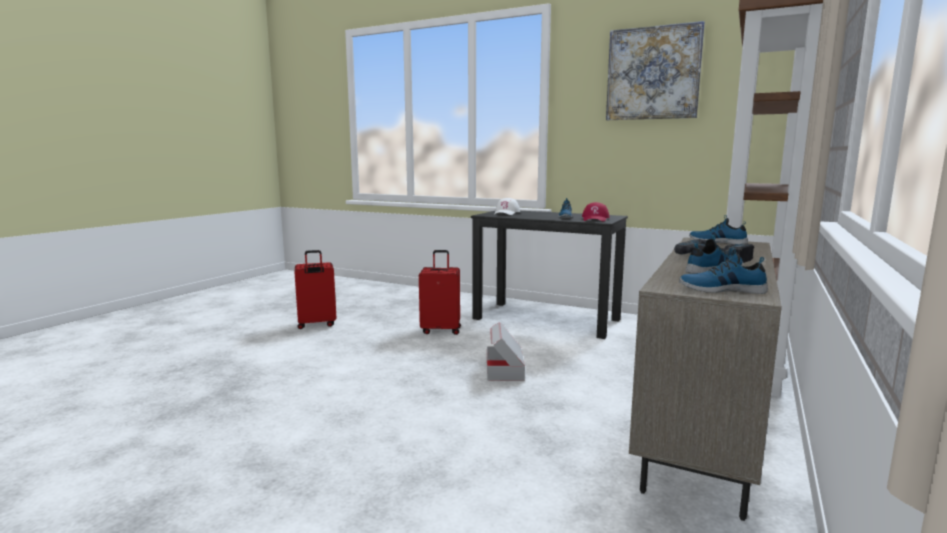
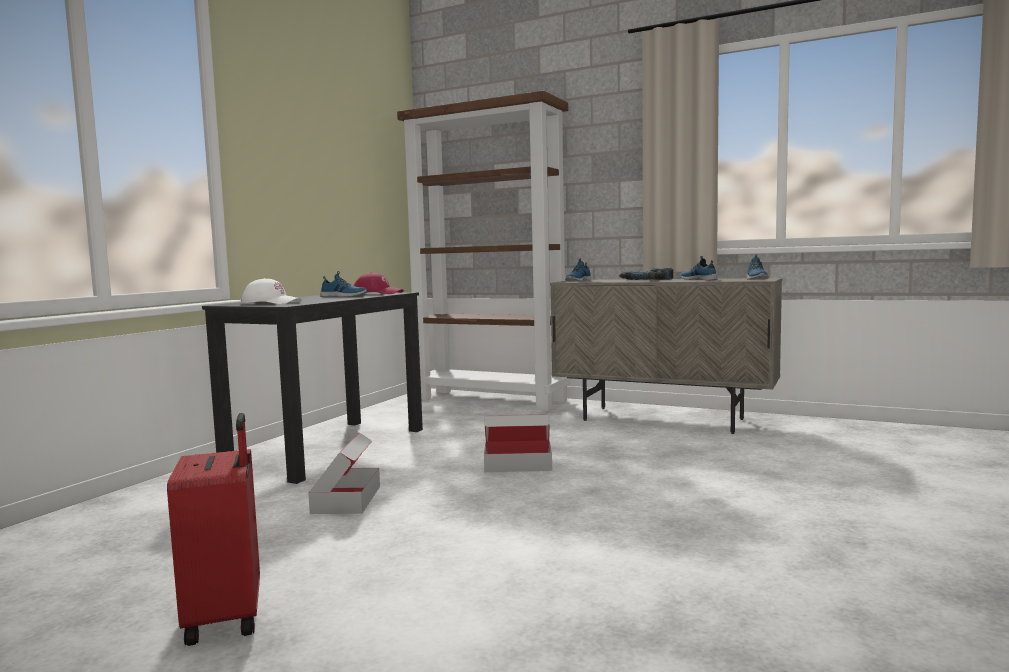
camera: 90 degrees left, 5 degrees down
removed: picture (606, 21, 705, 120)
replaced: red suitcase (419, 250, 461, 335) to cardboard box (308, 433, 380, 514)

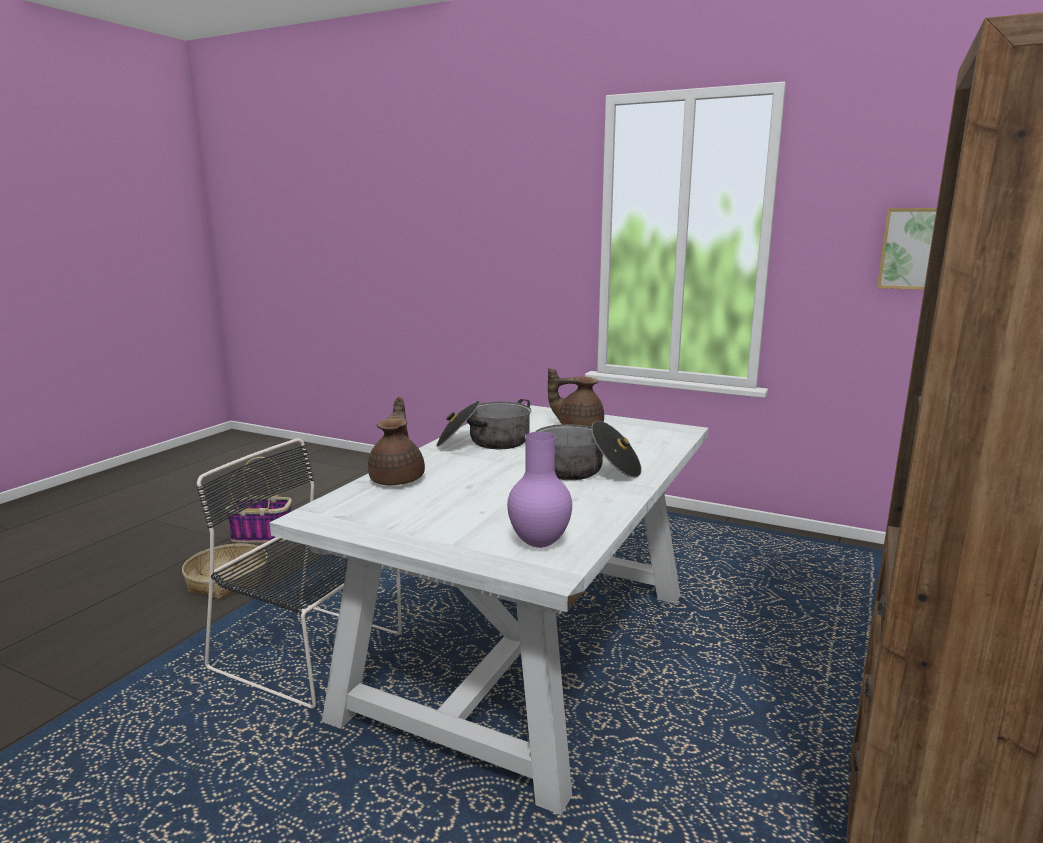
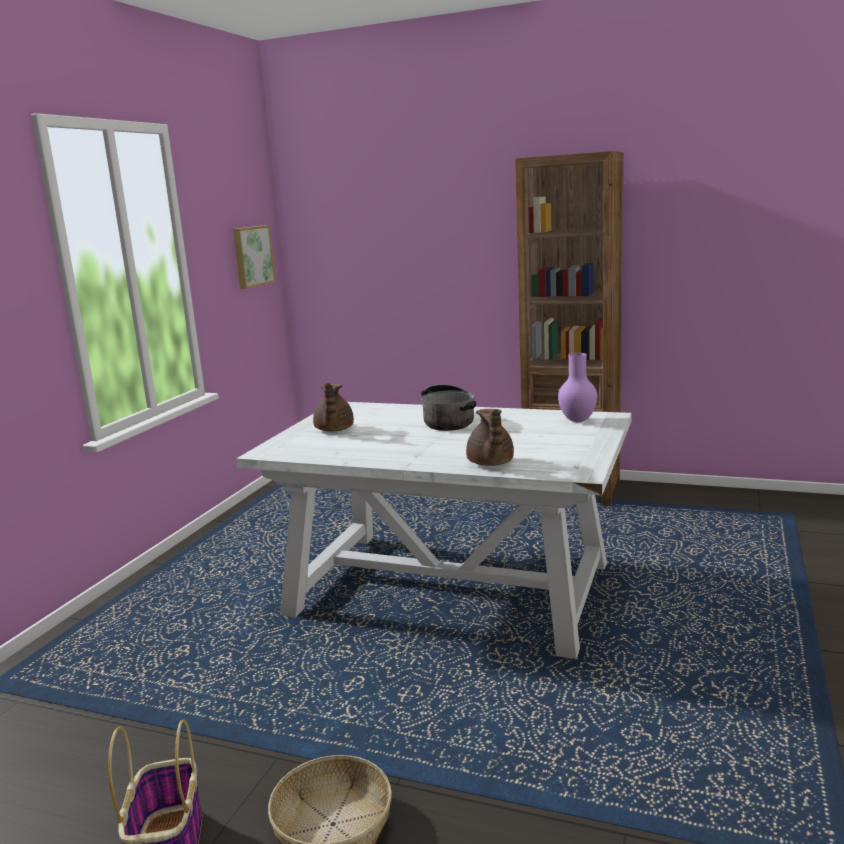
camera: 95 degrees left, 0 degrees up
removed: black chair (197, 438, 402, 709); cooking pot (436, 399, 531, 449)
turned: brown teapot (368, 397, 425, 485) = (466, 409, 514, 466) 90 degrees counterclockwise

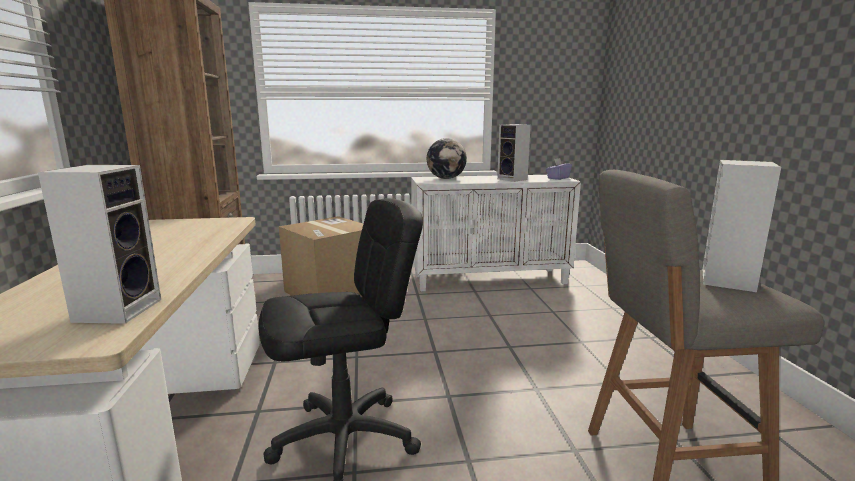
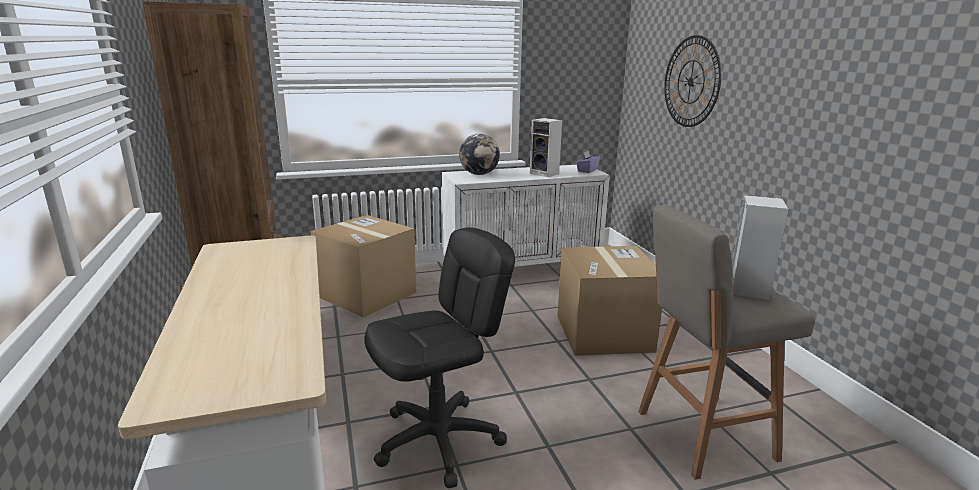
camera: 10 degrees left, 5 degrees up
removed: speaker (38, 165, 161, 324)
added: cardboard box (557, 246, 662, 356); wall clock (664, 35, 721, 127)

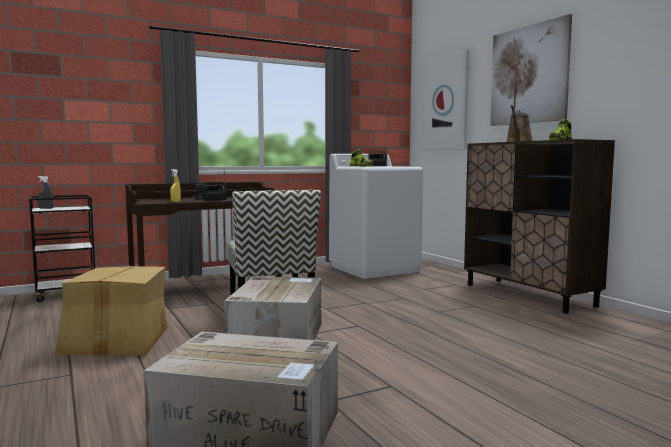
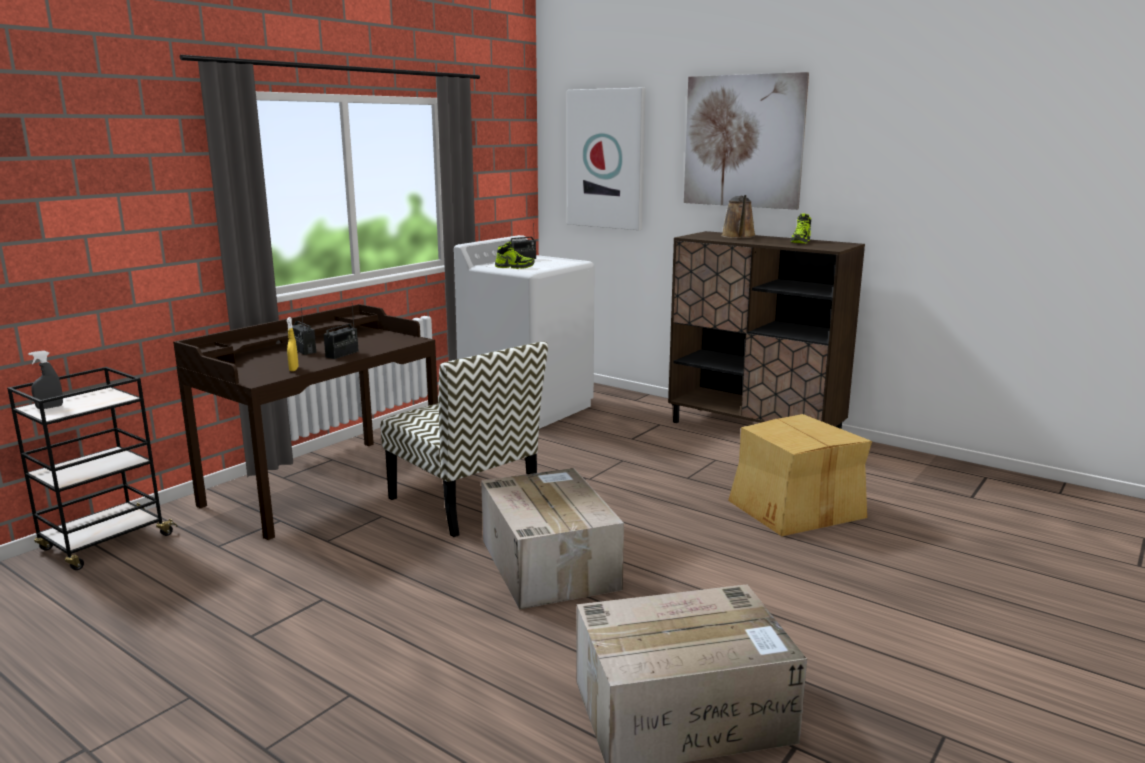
camera: 25 degrees left, 10 degrees up
moved: cardboard box (55, 266, 168, 356) to (728, 414, 872, 536)

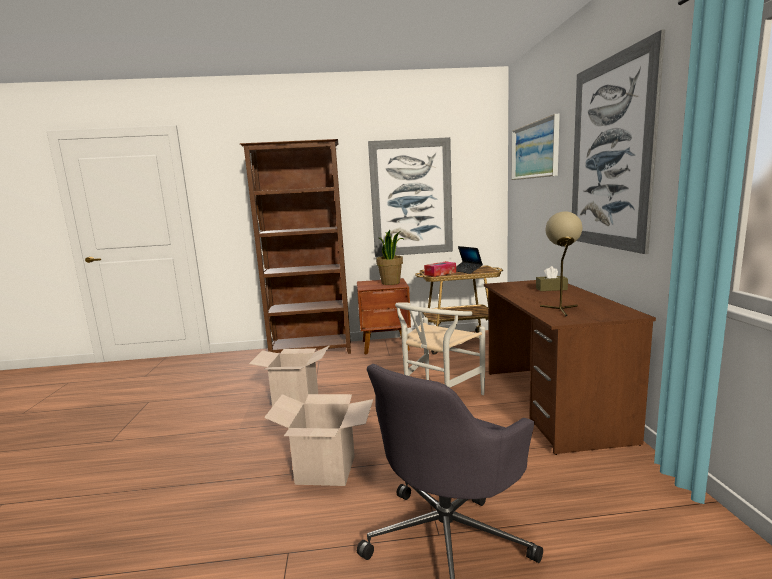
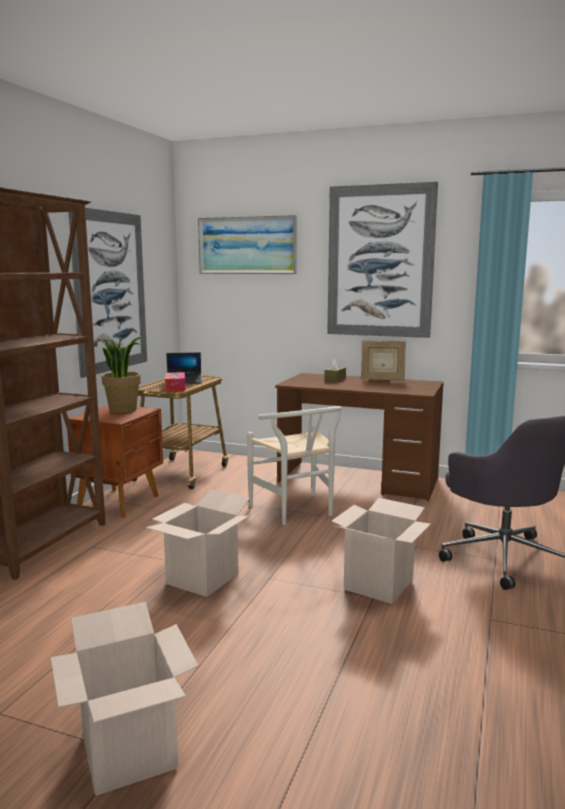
camera: 65 degrees left, 0 degrees up
removed: beige table lamp (540, 211, 582, 316)
added: cardboard box (51, 602, 198, 796); picture frame (361, 340, 406, 380)

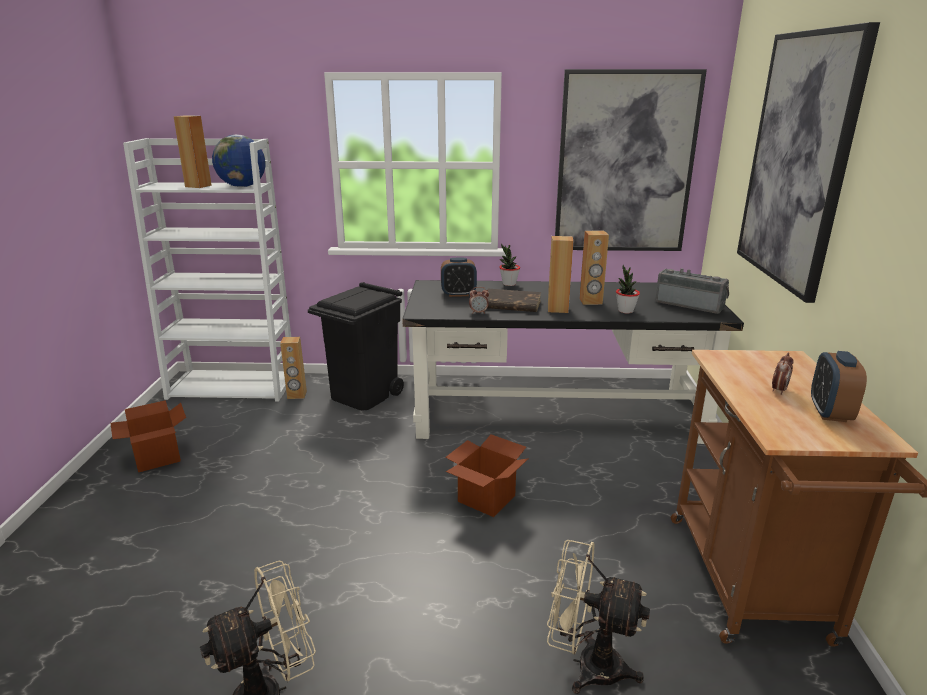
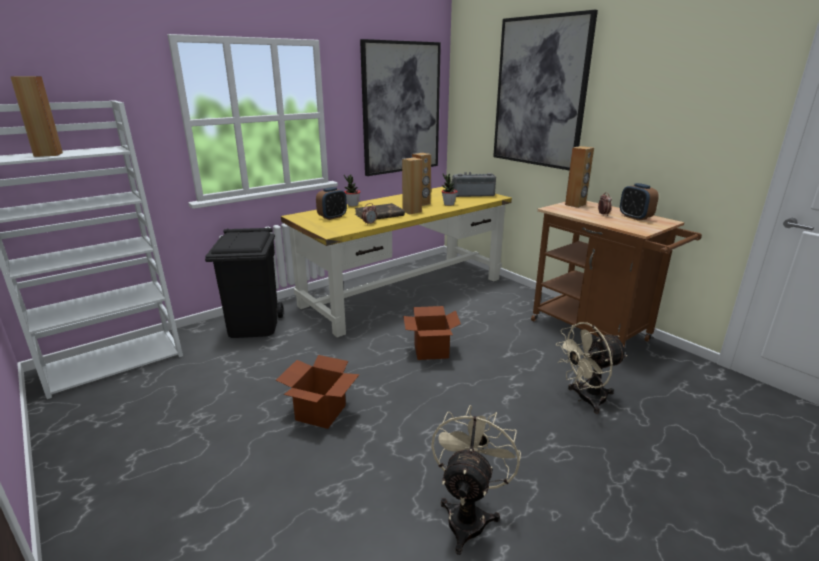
camera: 40 degrees left, 0 degrees up
removed: globe (212, 135, 265, 187)
moved: cardboard box (110, 400, 186, 472) to (276, 355, 360, 429); brown speaker (280, 337, 307, 399) to (565, 146, 594, 208)
recoloured: black desk (402, 280, 744, 444) to yellow desk (281, 187, 512, 338)

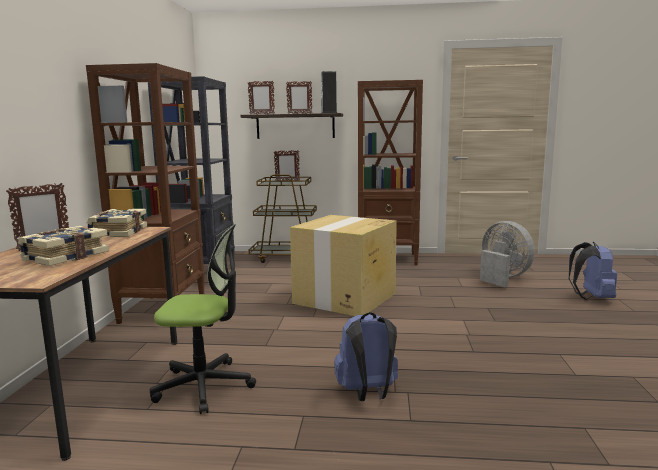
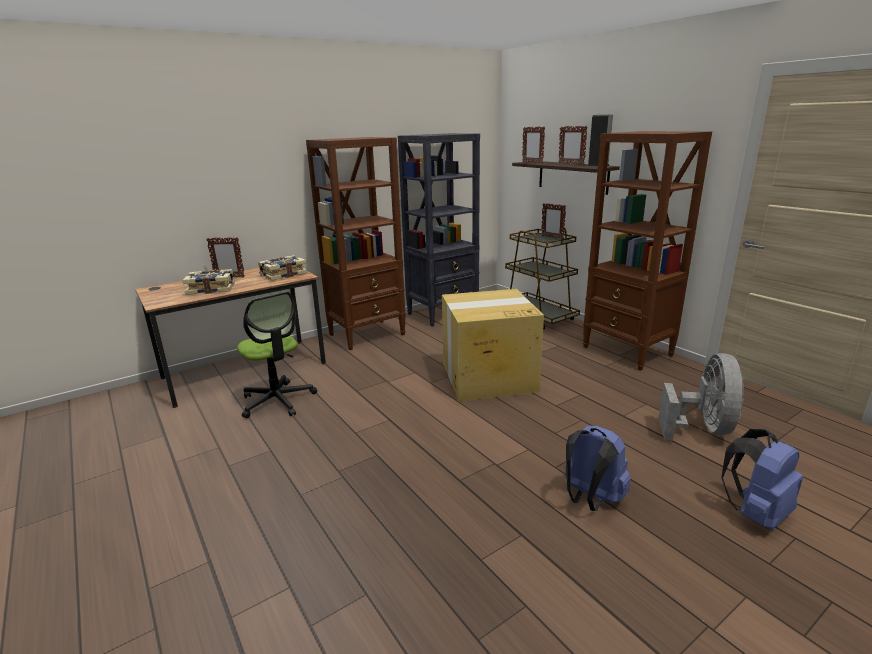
camera: 50 degrees right, 10 degrees up
moved: blue backpack (335, 312, 398, 401) to (565, 425, 631, 511)

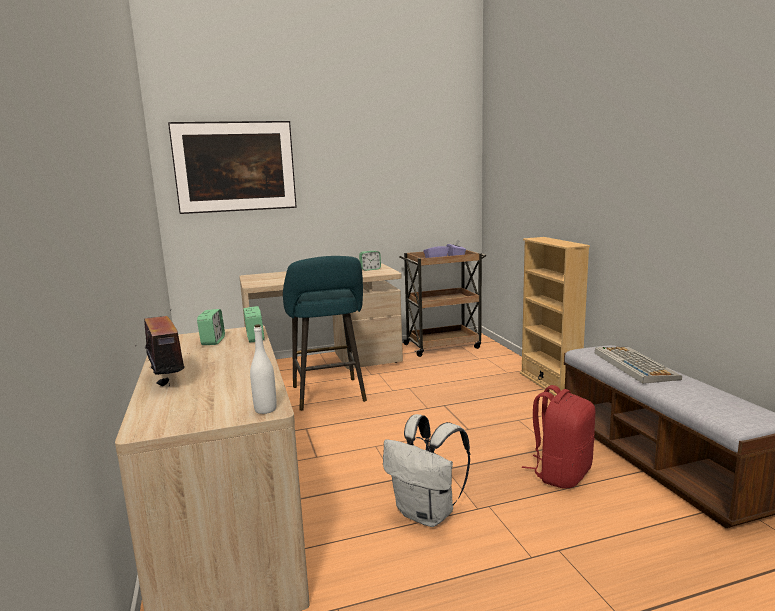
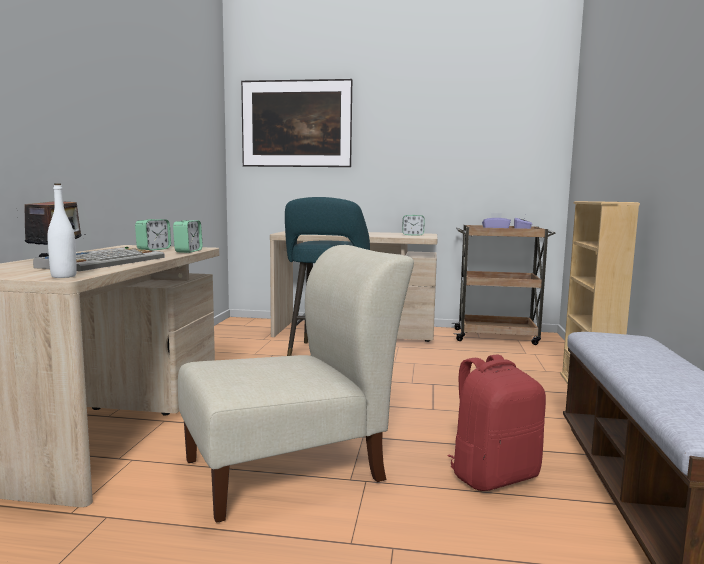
camera: 25 degrees right, 5 degrees down
moved: keyboard (594, 347, 682, 384) to (33, 247, 164, 271)
replaced: white backpack (383, 414, 470, 527) to beige chair (178, 245, 414, 523)

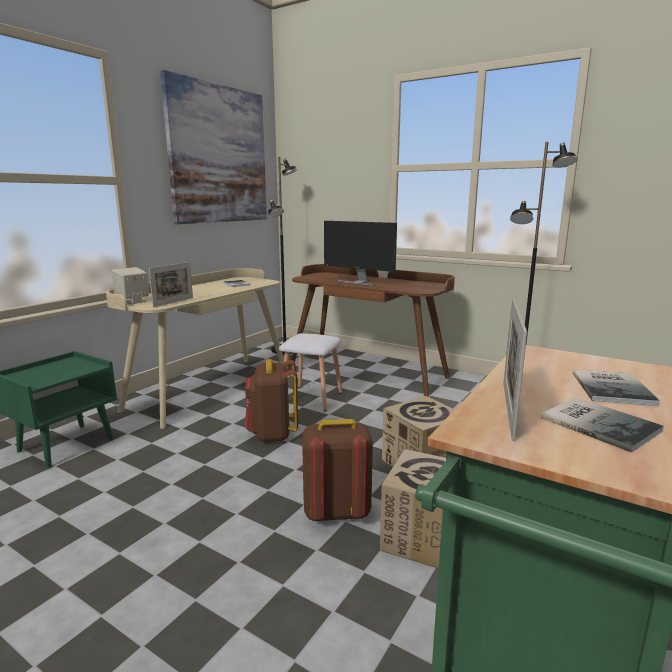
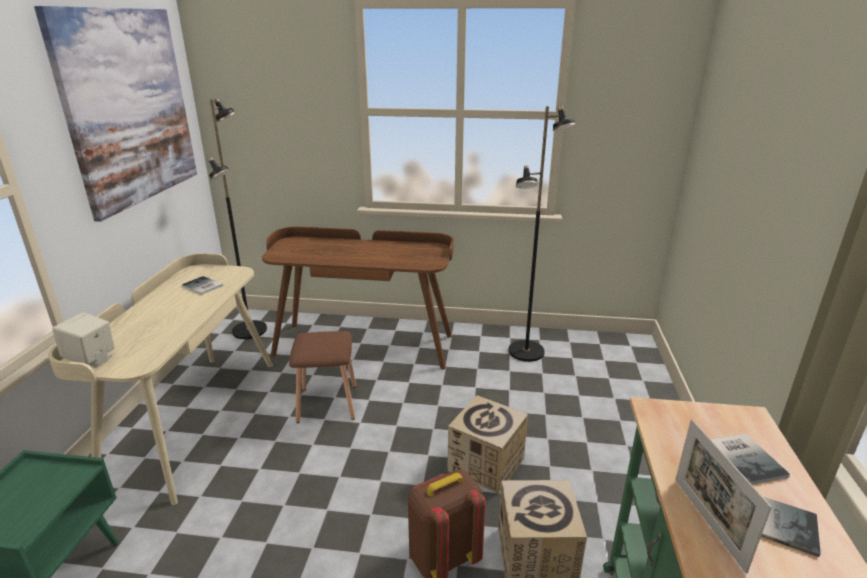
camera: 25 degrees left, 10 degrees up
removed: picture frame (149, 262, 193, 307); brown backpack (245, 359, 298, 442); monitor (324, 221, 397, 286)
recoloured: white stool (279, 333, 342, 412) to brown stool (289, 331, 356, 423)

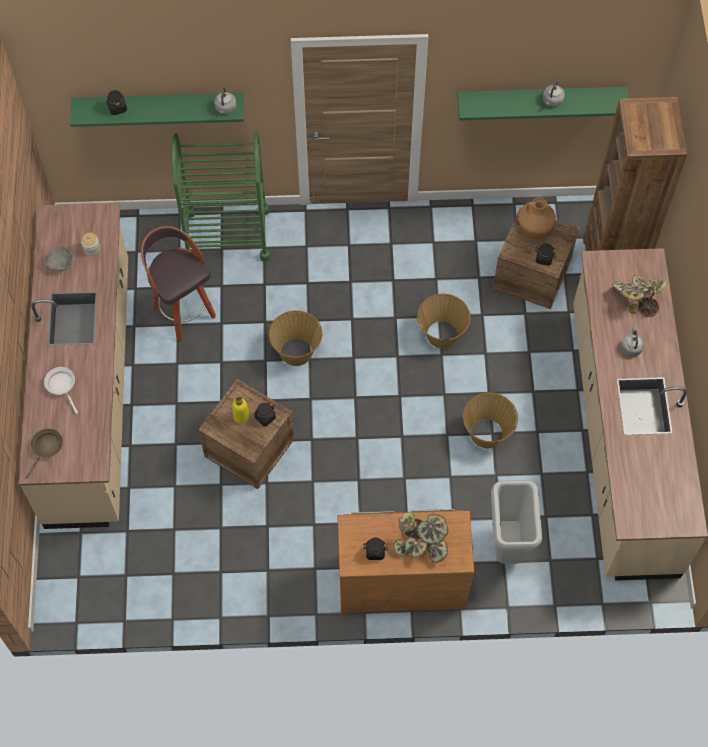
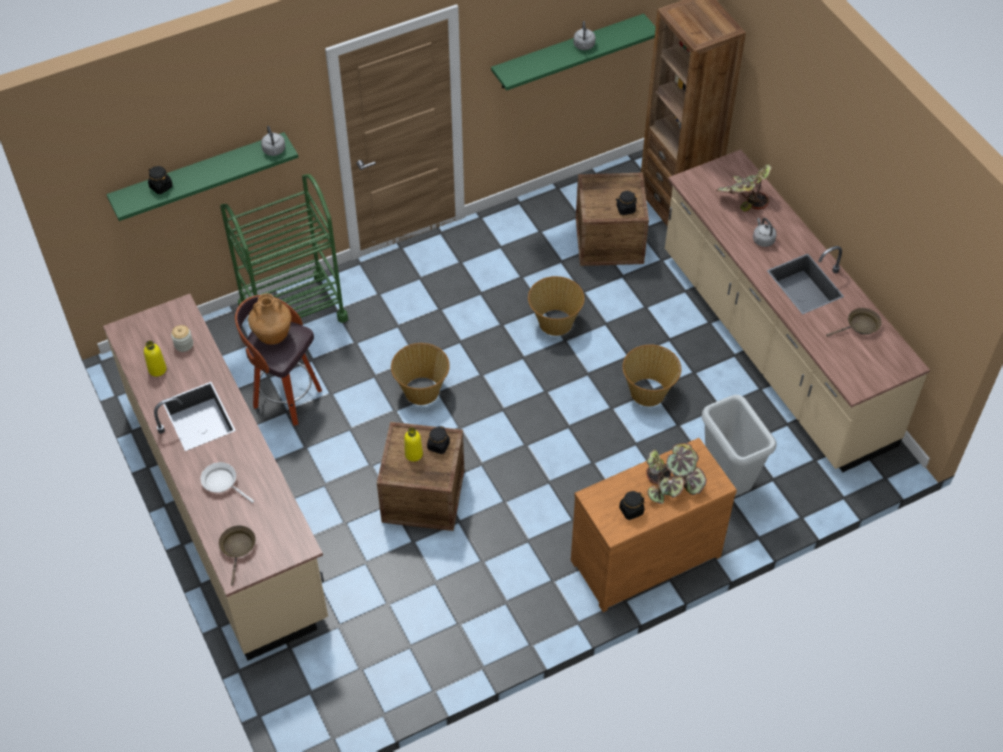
camera: 25 degrees left, 10 degrees down
added: brown frying pan (826, 308, 882, 337)
moved: brown vase (518, 197, 556, 239) to (248, 293, 292, 345)
replaced: grey bowl (45, 246, 73, 271) to yellow bottle (144, 341, 167, 377)

